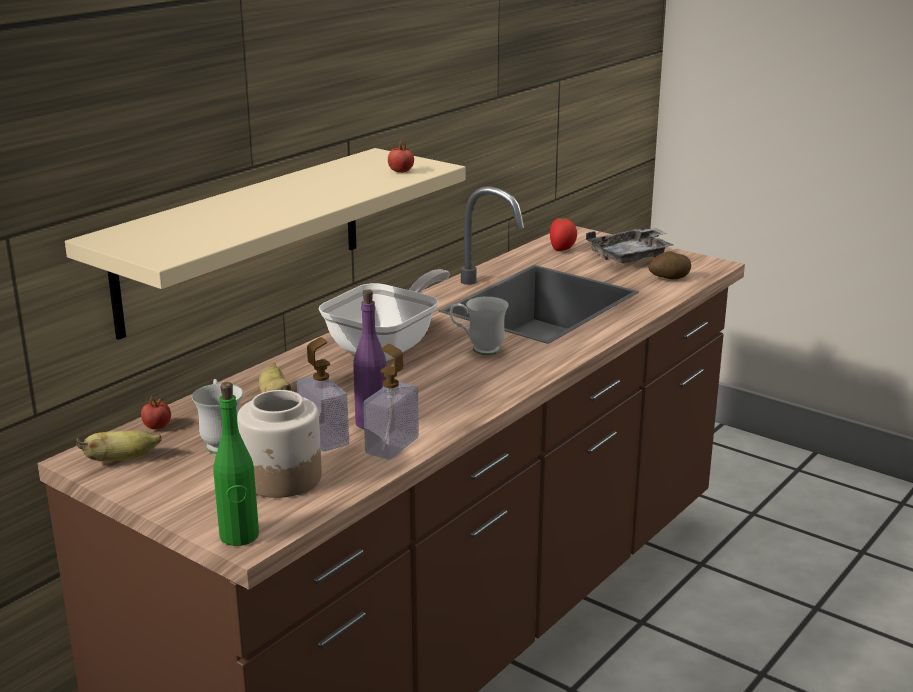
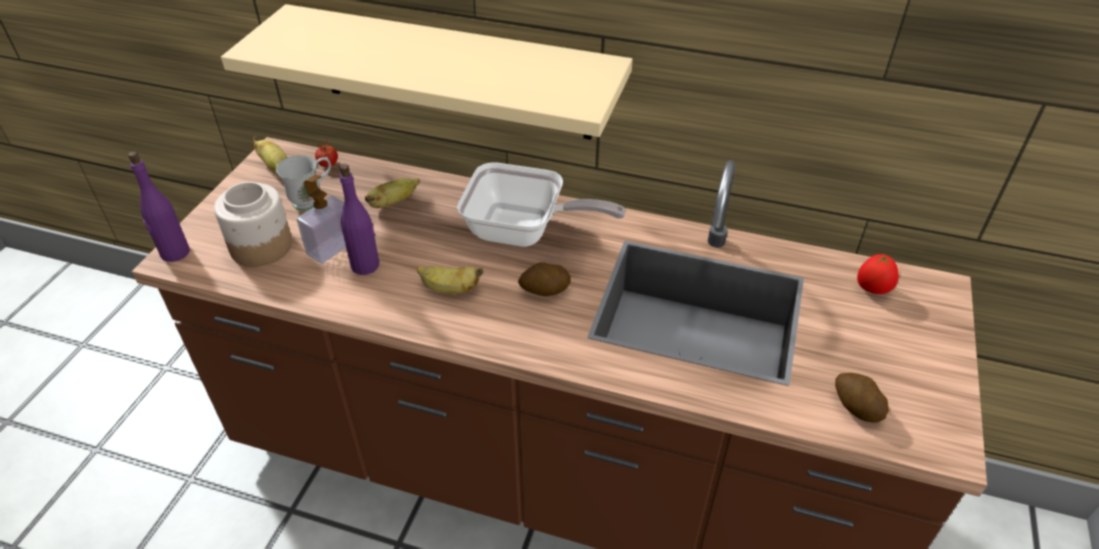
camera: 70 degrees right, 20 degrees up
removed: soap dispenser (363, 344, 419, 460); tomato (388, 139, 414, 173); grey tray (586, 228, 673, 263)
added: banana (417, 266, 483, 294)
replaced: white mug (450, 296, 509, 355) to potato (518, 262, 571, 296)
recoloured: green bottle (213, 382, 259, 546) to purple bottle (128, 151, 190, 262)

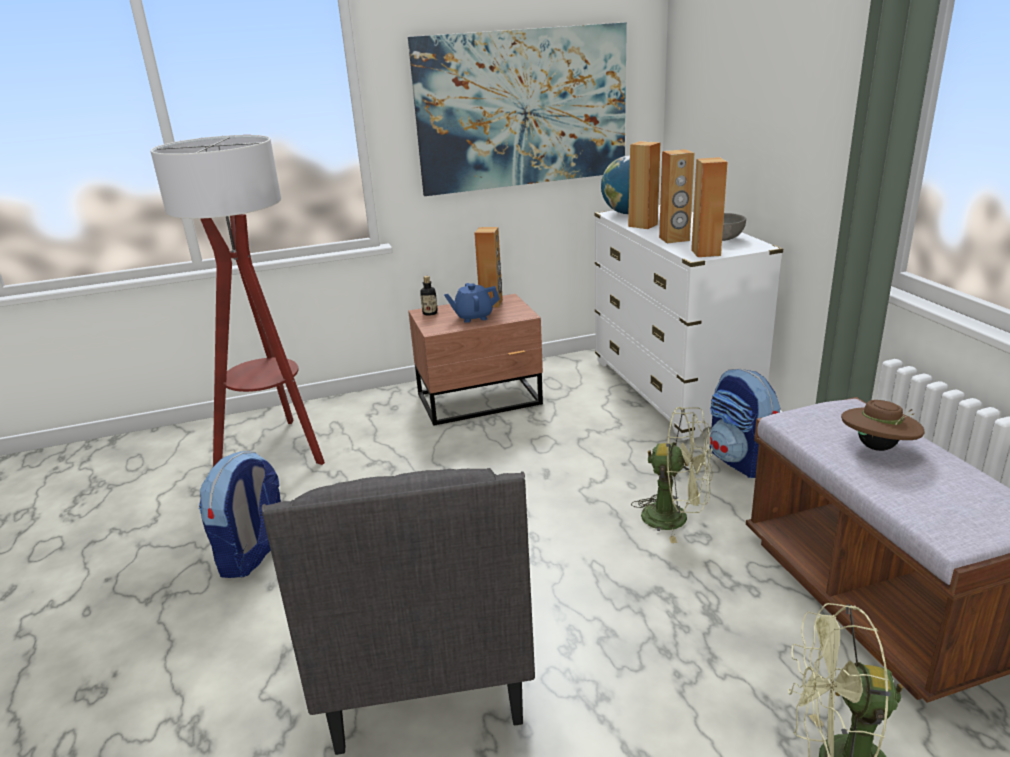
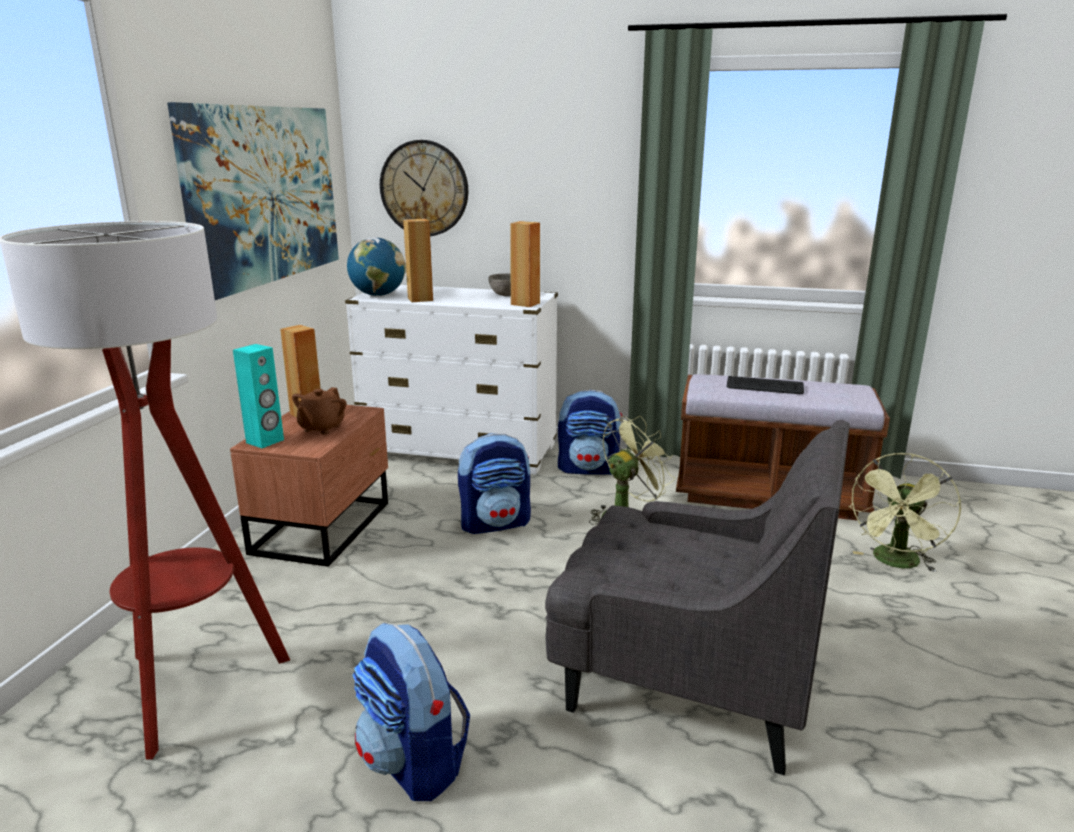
camera: 60 degrees left, 5 degrees down
removed: brown speaker (659, 149, 694, 243)
added: wall clock (380, 140, 468, 236); backpack (458, 433, 531, 534)
replaced: bottle (420, 276, 438, 316) to turquoise speaker (233, 344, 284, 448); brown hat (841, 400, 924, 451) to keyboard (727, 376, 804, 394)
recoloured: blue teapot (444, 283, 500, 323) to brown teapot (292, 387, 347, 434)

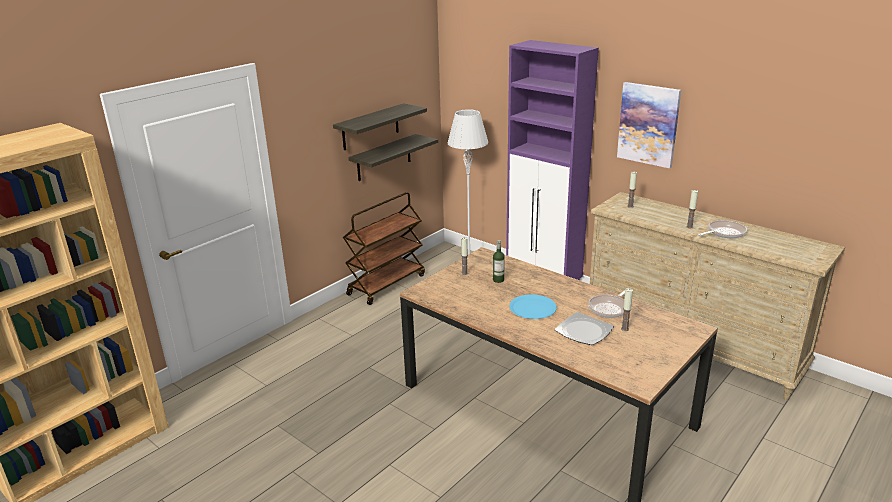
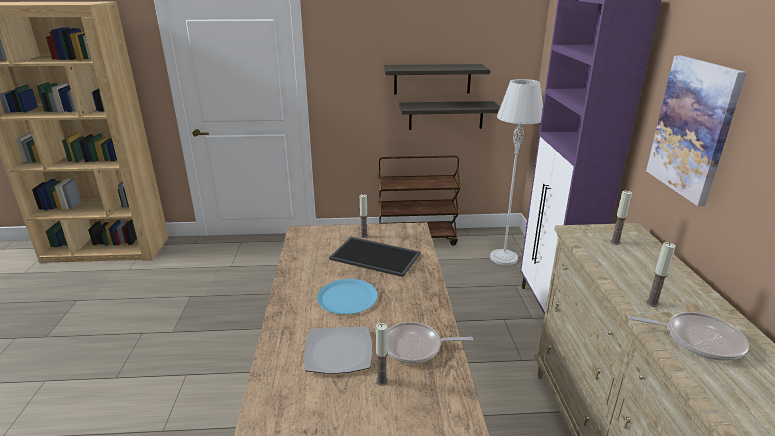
camera: 45 degrees right, 0 degrees up
replaced: bottle (493, 240, 505, 283) to tray (329, 237, 420, 277)

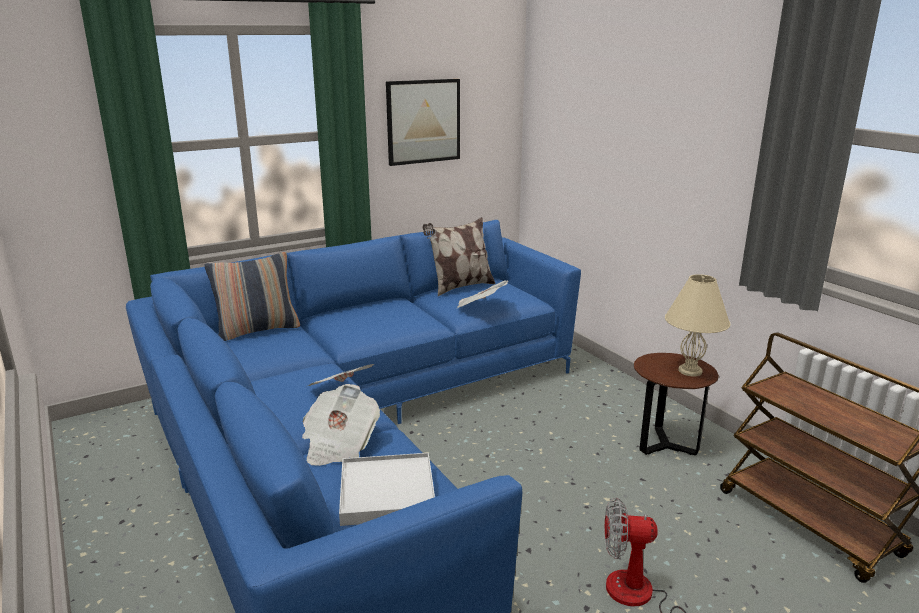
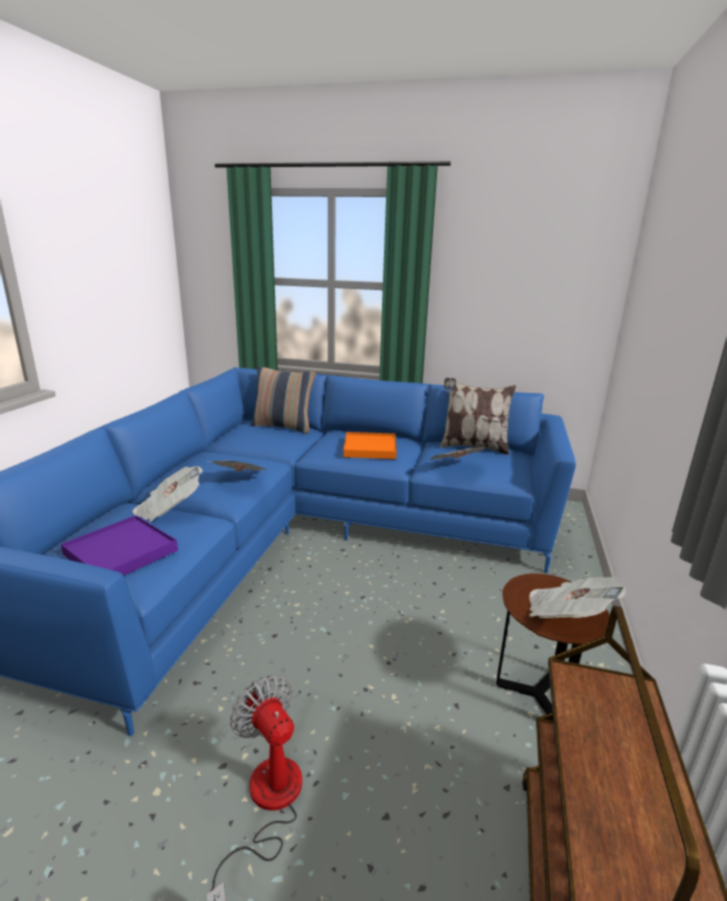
camera: 45 degrees right, 0 degrees up
removed: picture (386, 79, 460, 166)
added: orange tray (343, 432, 397, 459)
replaced: beige table lamp (665, 274, 730, 376) to newspaper (529, 577, 626, 618)
recoloured: white tray (339, 453, 435, 526) to purple tray (61, 515, 178, 576)

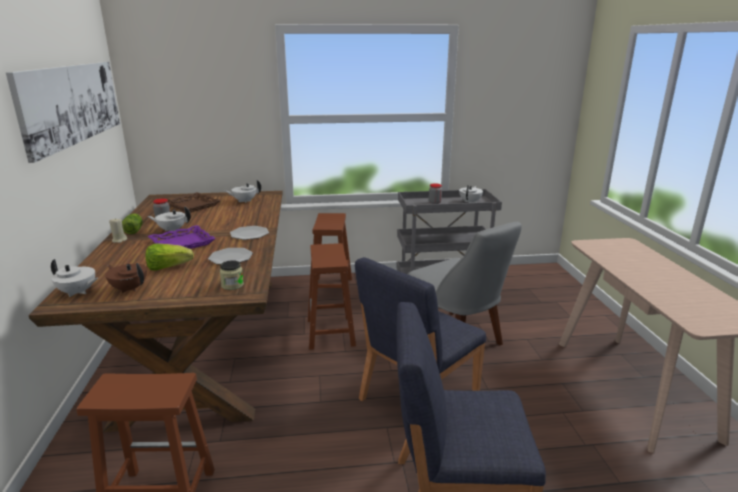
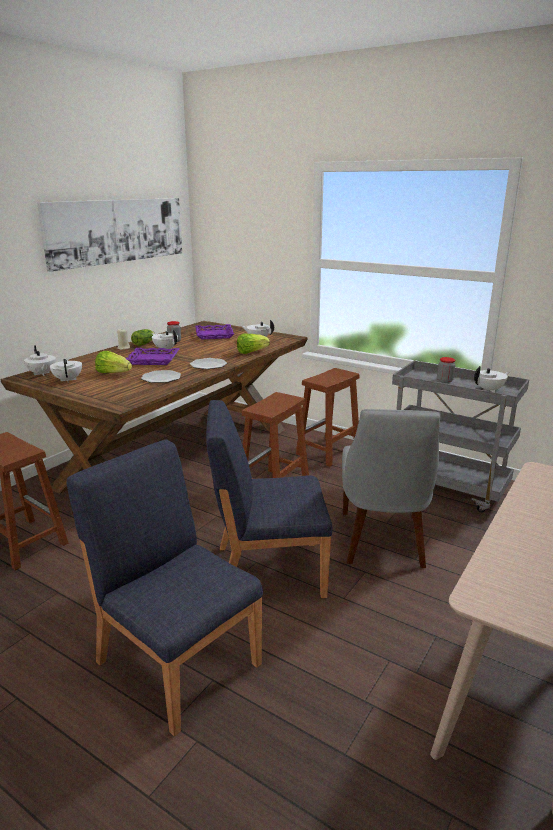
camera: 40 degrees right, 0 degrees up
removed: jar (220, 260, 244, 290)
added: lettuce (237, 333, 270, 354)
recoloured: brown teapot (105, 263, 147, 293) to white teapot (50, 359, 82, 383); brown tray (168, 192, 221, 212) to purple tray (195, 324, 234, 339)

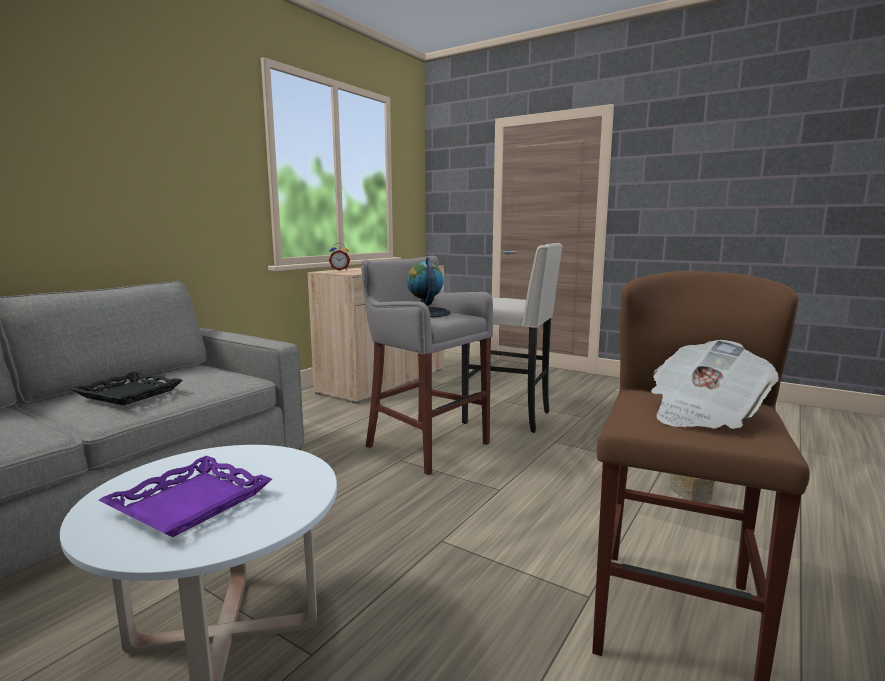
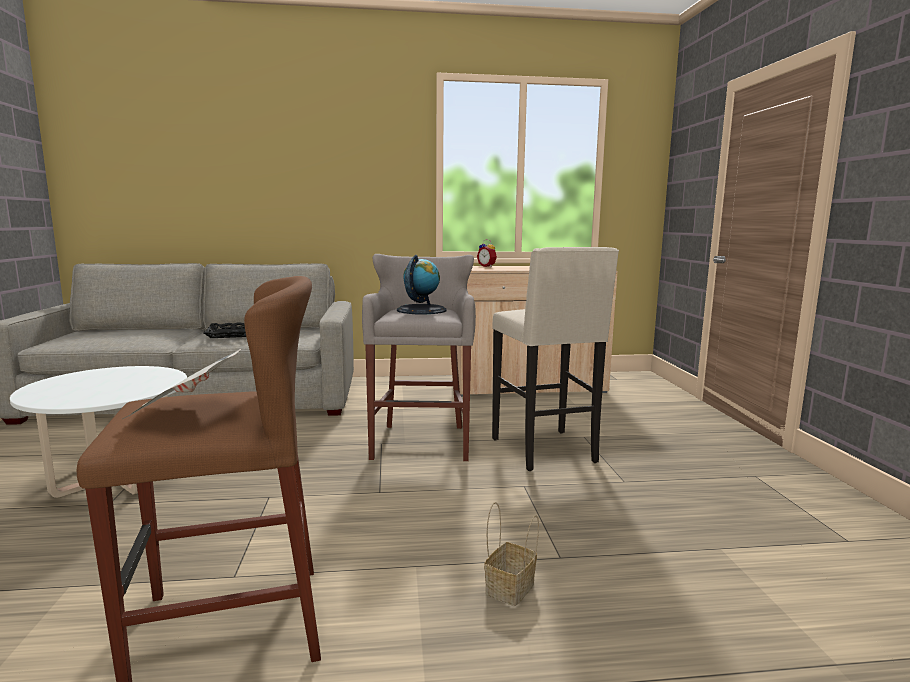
camera: 50 degrees right, 0 degrees up
removed: purple tray (99, 455, 272, 537)

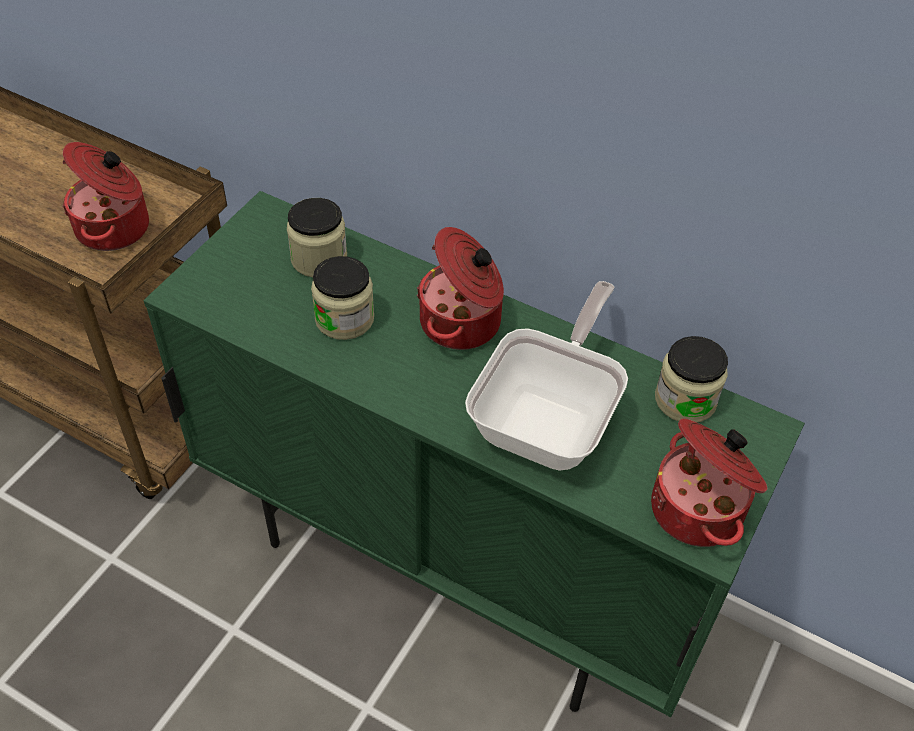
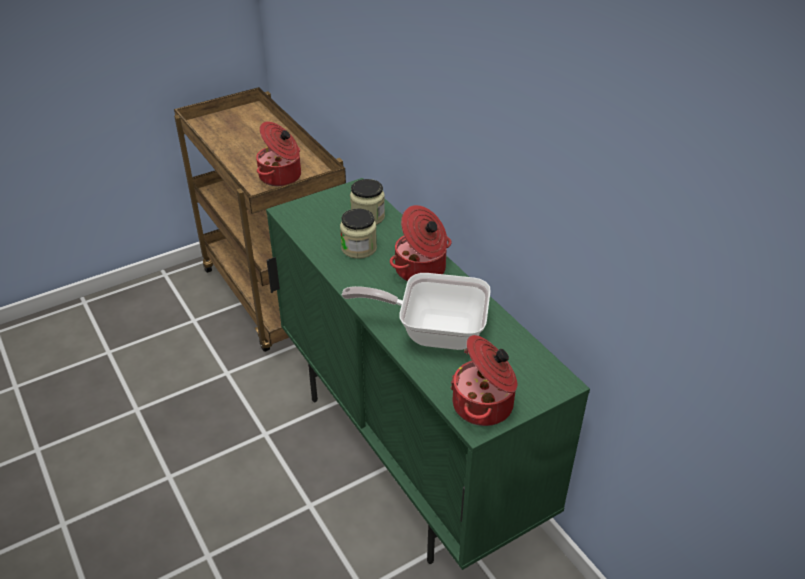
camera: 30 degrees right, 10 degrees down
removed: jar (655, 336, 728, 423)
turned: frying pan (465, 281, 628, 471) = (342, 273, 491, 350) 135 degrees counterclockwise

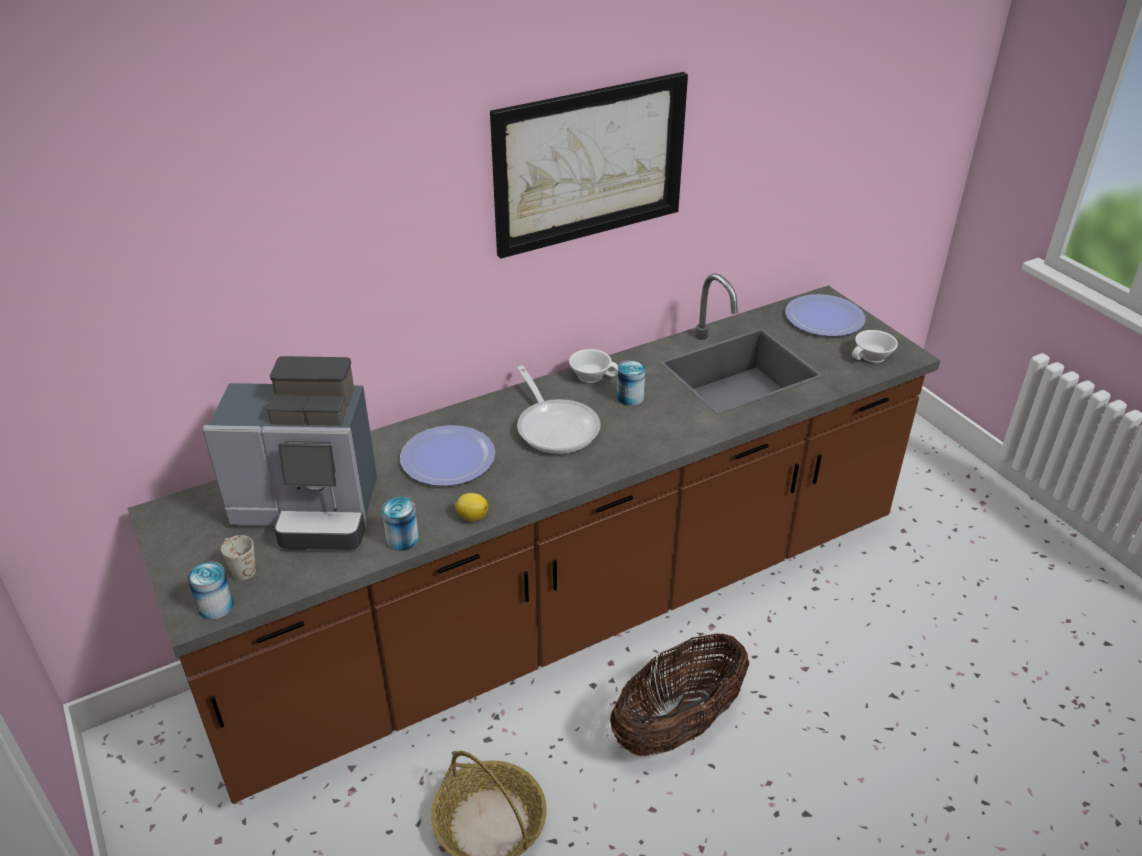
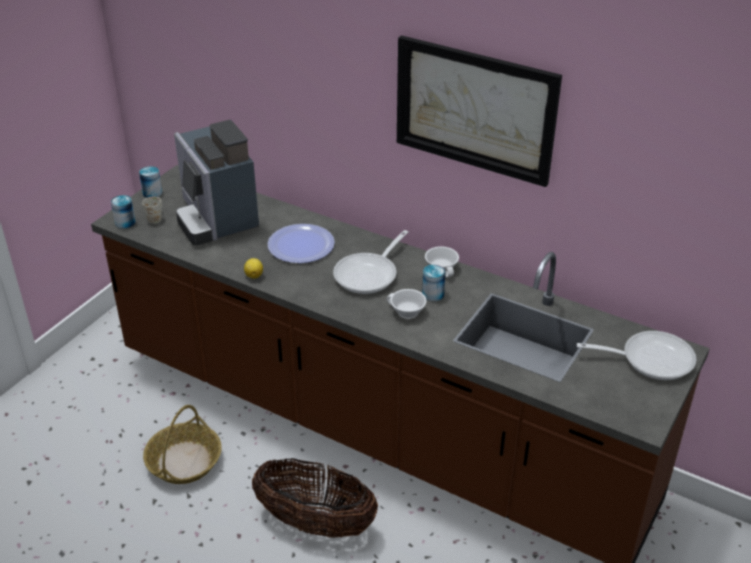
camera: 60 degrees right, 0 degrees up
moved: can (382, 497, 419, 551) to (139, 166, 162, 198); white cup (852, 330, 898, 363) to (387, 289, 427, 319)
replaced: plate (785, 294, 865, 337) to frying pan (577, 331, 697, 380)

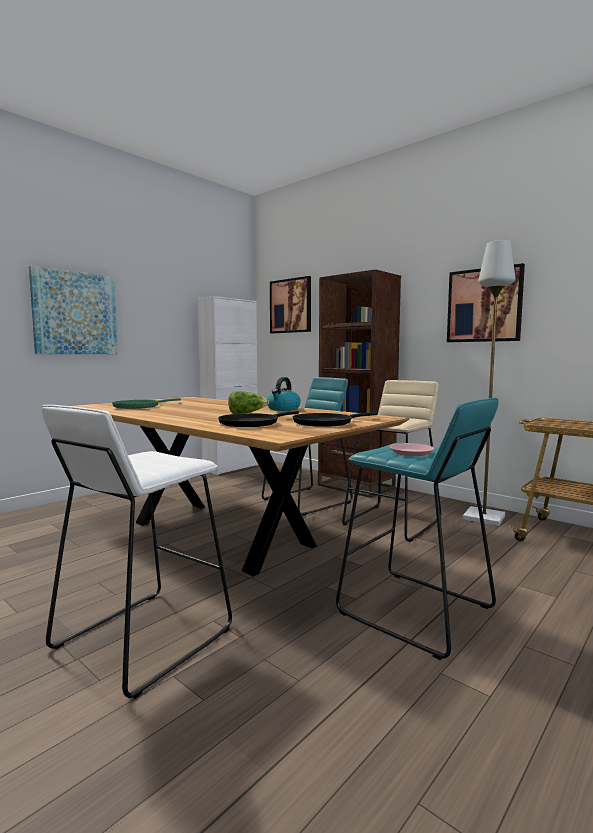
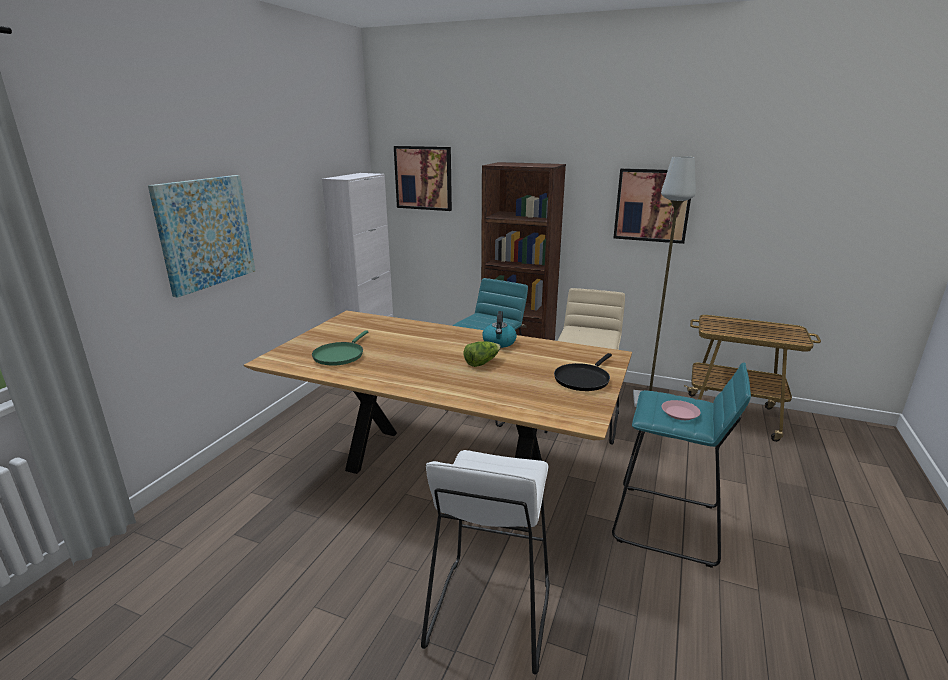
camera: 20 degrees left, 15 degrees up
removed: black frying pan (218, 411, 299, 427)

